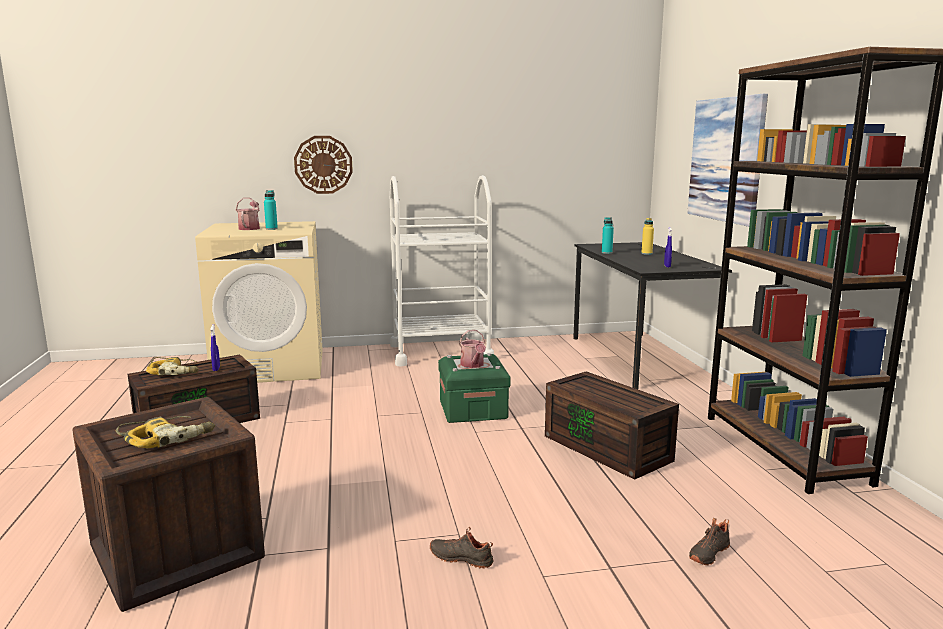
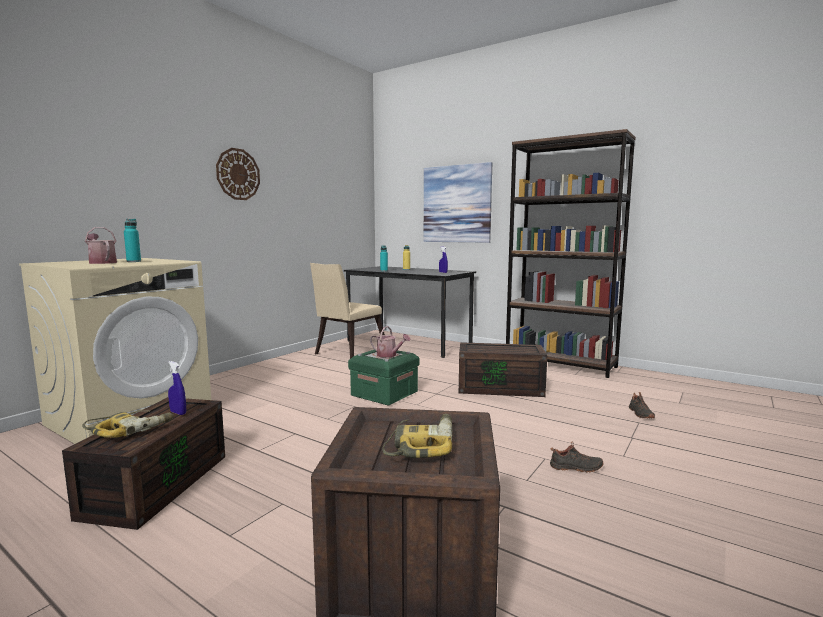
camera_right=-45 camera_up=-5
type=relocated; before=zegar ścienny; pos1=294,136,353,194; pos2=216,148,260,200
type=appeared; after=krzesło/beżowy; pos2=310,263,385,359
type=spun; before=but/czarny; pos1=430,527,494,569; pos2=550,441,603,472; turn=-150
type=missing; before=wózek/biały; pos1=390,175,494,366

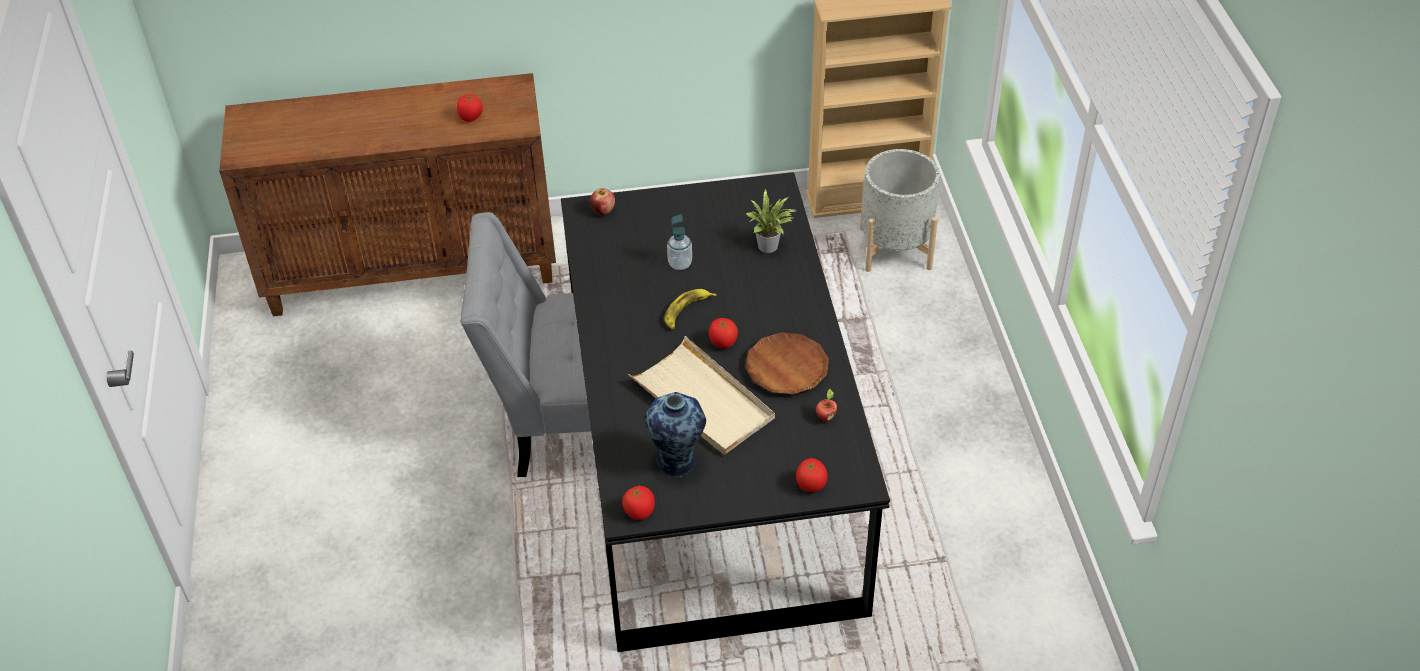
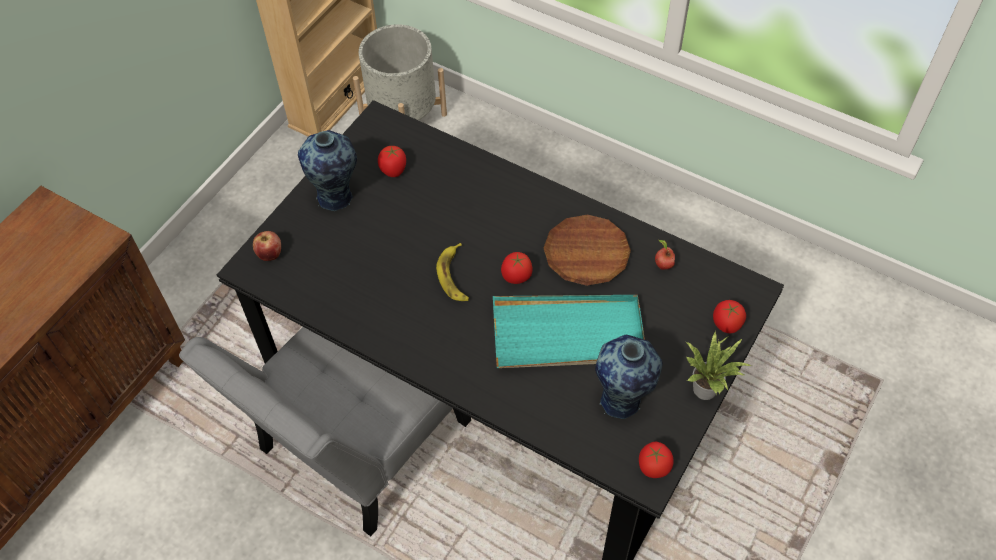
camera_right=-50 camera_up=10
type=appeared; after=wazon; pos2=298,130,357,211
type=relocated; before=pomidor; pos1=457,94,483,122; pos2=378,146,406,177
type=colour; before=taca/beżowy; after=taca/turkusowy; pos1=628,336,775,455; pos2=493,295,645,368
type=relocated; before=roślina doniczkowa; pos1=746,188,795,253; pos2=686,332,752,400
type=missing; before=dozownik mydła; pos1=667,214,692,270

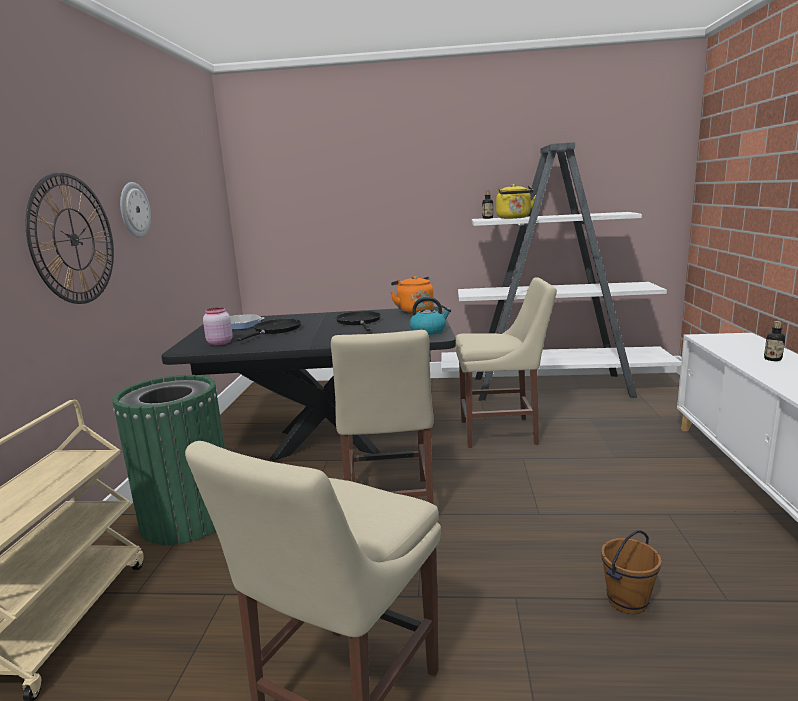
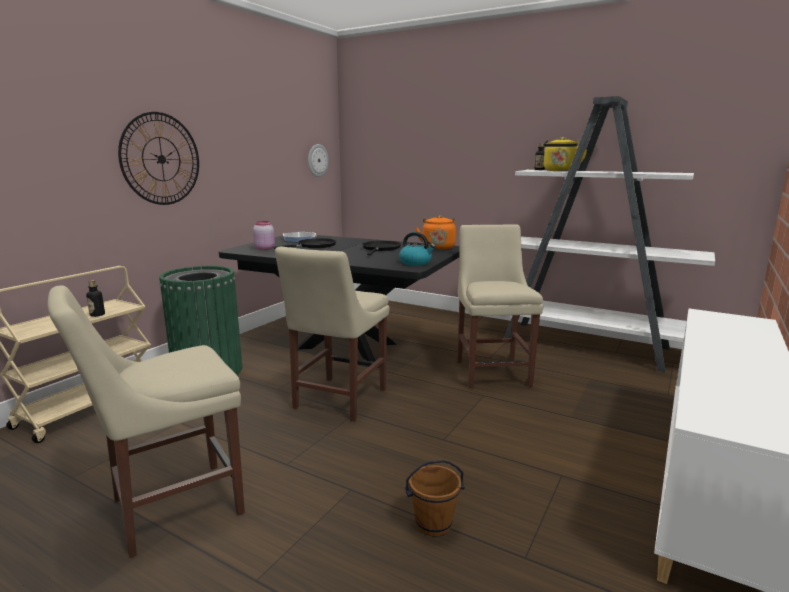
camera_right=25 camera_up=0
type=relocated; before=butelka; pos1=764,321,785,361; pos2=86,280,105,317
type=relocated; before=zegar ścienny; pos1=120,182,151,237; pos2=308,144,329,177
type=spun; before=krzesło/beżowy; pos1=455,277,557,448; pos2=457,224,543,389; turn=-120

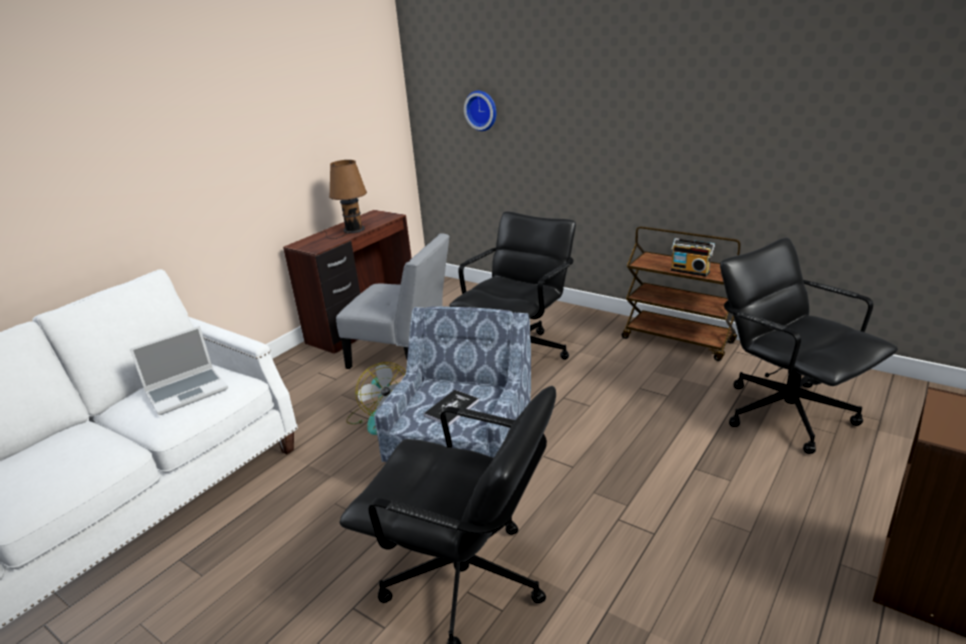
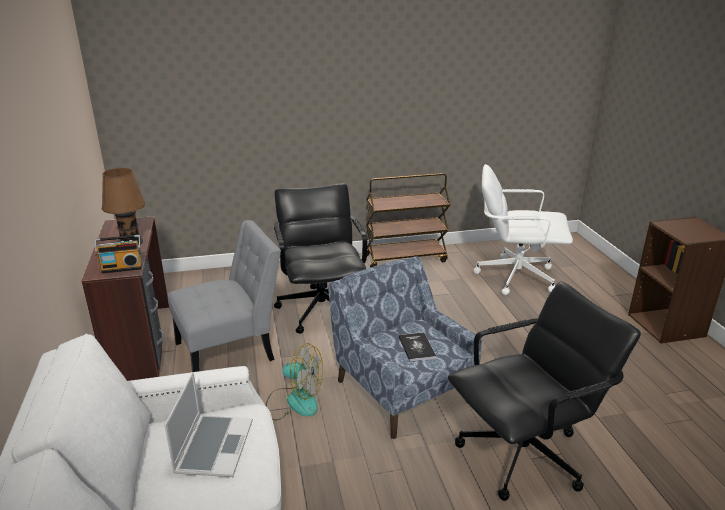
camera_right=-50 camera_up=0
type=relocated; before=radio; pos1=671,238,715,276; pos2=95,235,143,274
type=colour; before=krzesło biurowe/czarny; after=krzesło biurowe/biały; pos1=720,237,898,454; pos2=473,164,573,295
type=missing; before=zegar ścienny; pos1=464,91,496,131

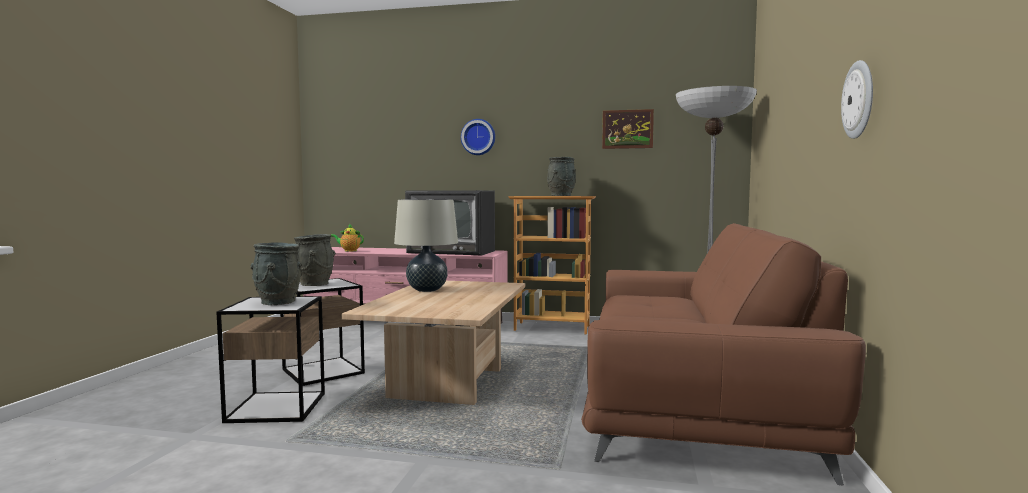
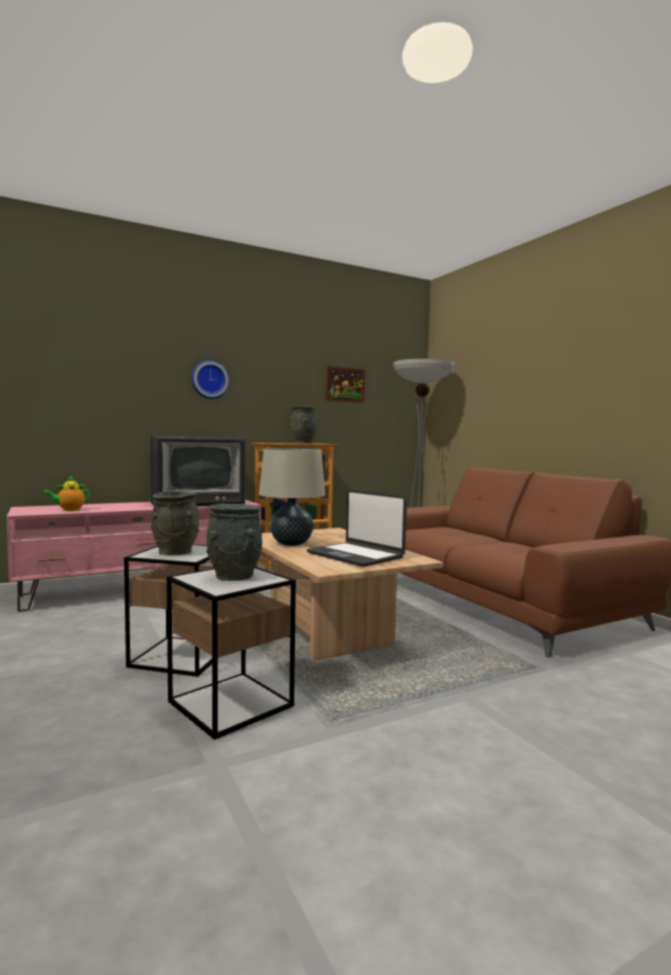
camera_right=-40 camera_up=0
type=appeared; after=laptop; pos2=307,489,407,567
type=missing; before=zegar ścienny; pos1=841,60,873,139

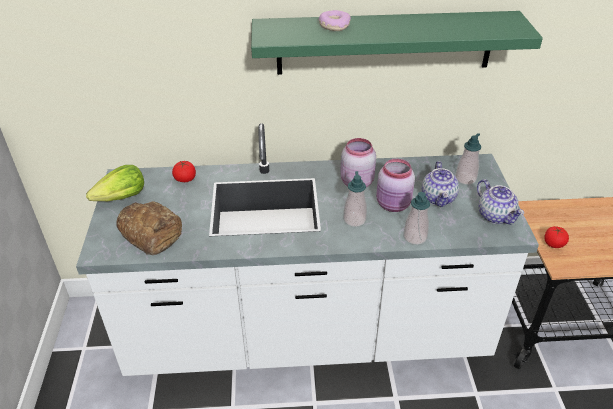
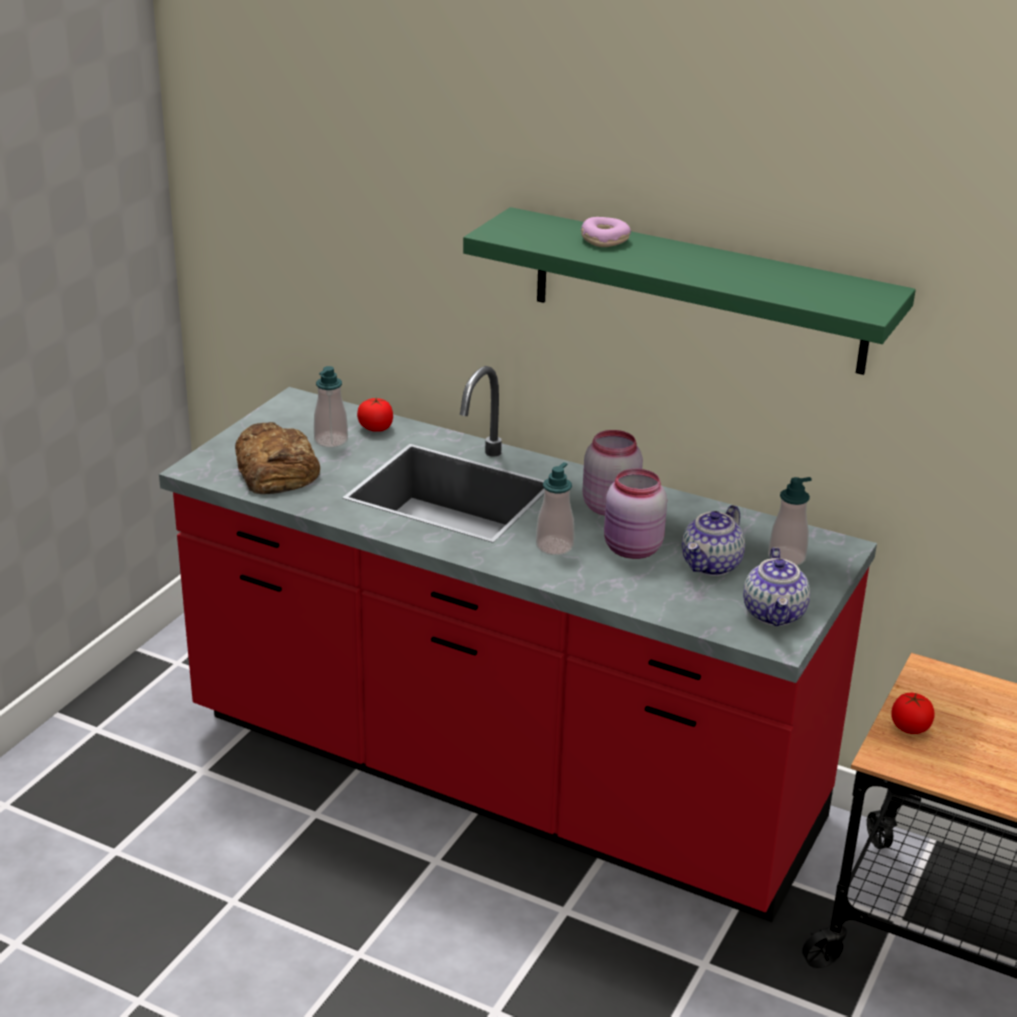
camera_right=30 camera_up=-10
type=colour; before=zabudowa kuchenna/biały; after=zabudowa kuchenna/czerwony; pos1=76,123,539,376; pos2=159,366,877,922
type=relocated; before=dozownik mydła; pos1=403,192,430,245; pos2=314,366,348,448
type=missing; before=sałata; pos1=86,165,144,201

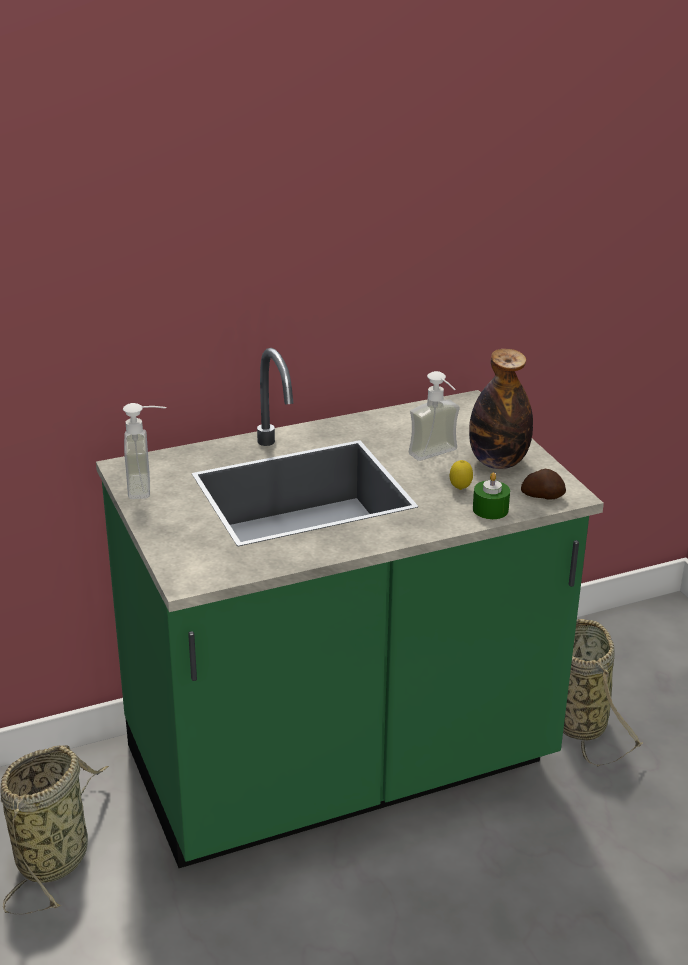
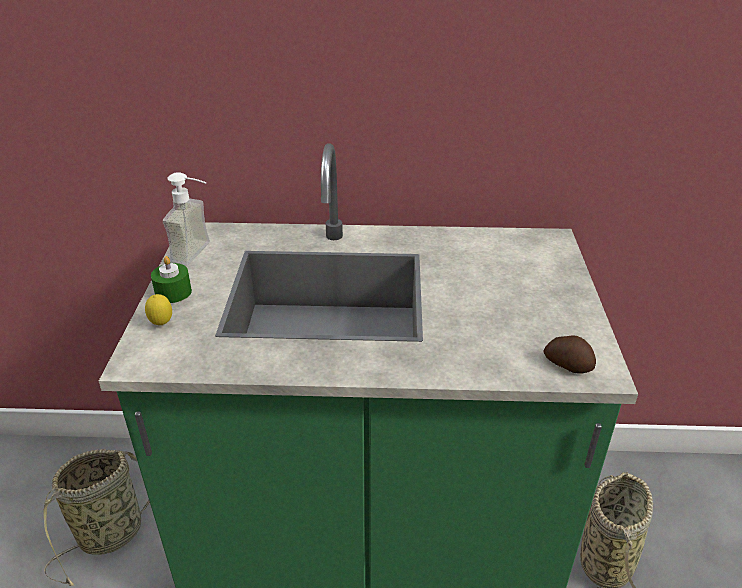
camera_right=25 camera_up=5
type=relocated; before=cytryna; pos1=450,460,473,490; pos2=145,294,172,325
type=relocated; before=świeca/zielony; pos1=473,472,510,519; pos2=151,256,192,303
type=missing; before=dozownik mydła; pos1=408,371,460,461
type=missing; before=butelka; pos1=469,349,533,469

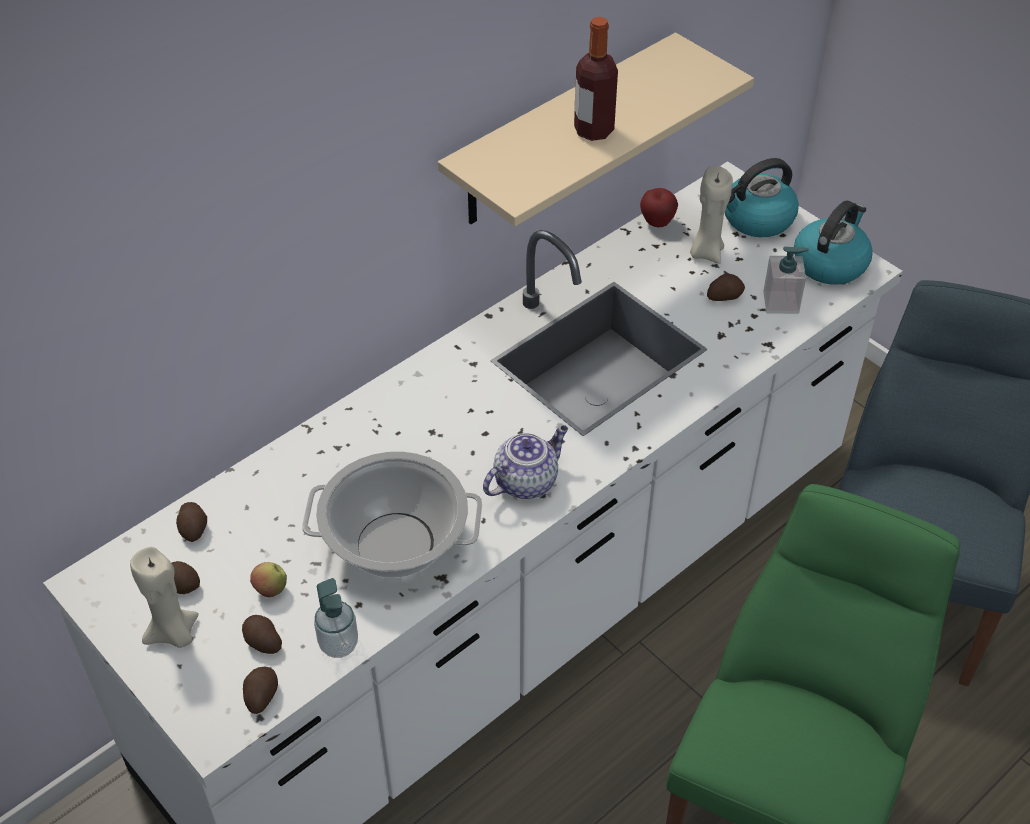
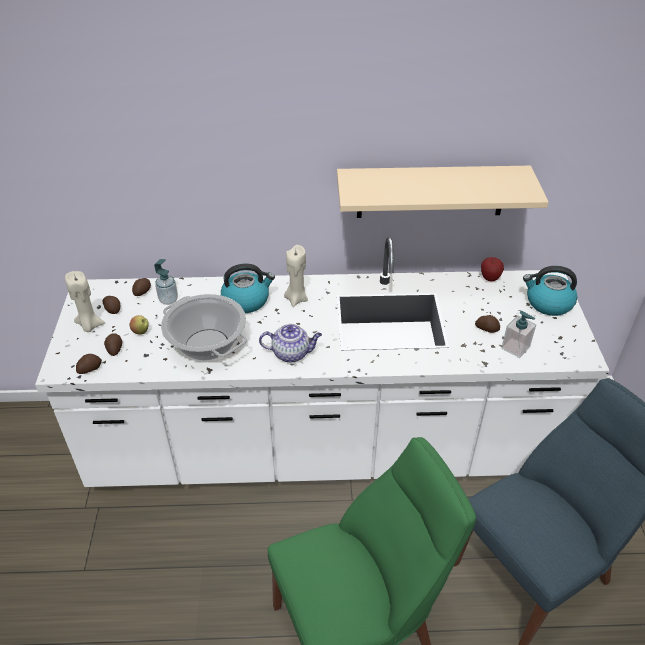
camera_right=40 camera_up=-5
type=relocated; before=dozownik mydła; pos1=314,578,358,658; pos2=154,259,178,305
type=relocated; before=czajnik; pos1=794,200,873,284; pos2=221,263,275,313
type=relocated; before=świeca/beżowy; pos1=690,166,733,264; pos2=284,245,308,307
type=missing; before=butelka; pos1=574,17,618,141

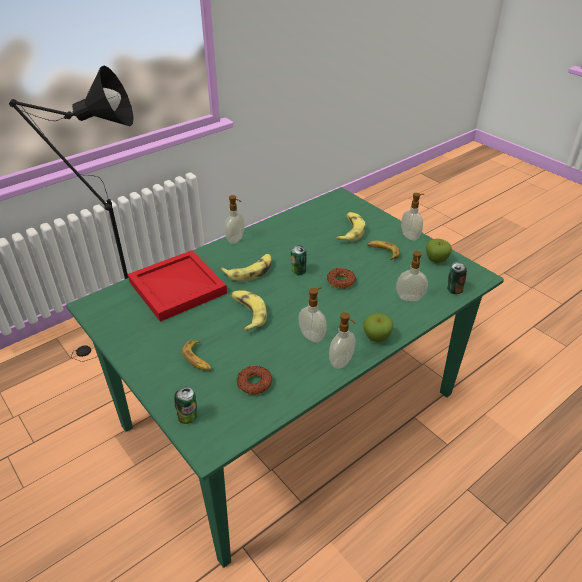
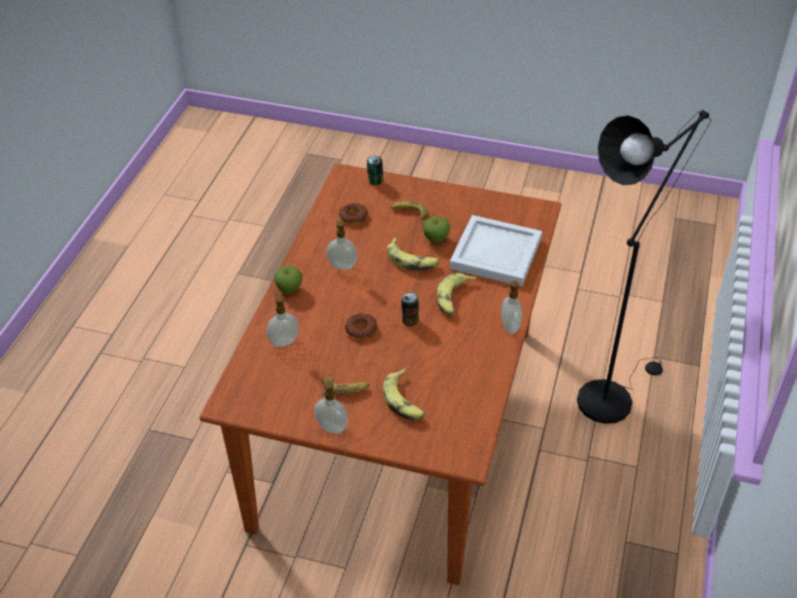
camera_right=145 camera_up=5
type=colour; before=stół jadalny/zielony; after=stół jadalny/brązowy; pos1=66,187,504,568; pos2=200,163,561,585
type=relocated; before=jabłko; pos1=425,239,452,263; pos2=423,217,450,243
type=colour; before=taca/czerwony; after=taca/biały; pos1=128,250,227,322; pos2=449,215,542,286
type=missing; before=dozownik mydła; pos1=329,312,356,369
type=missing; before=puszka; pos1=447,262,467,294

